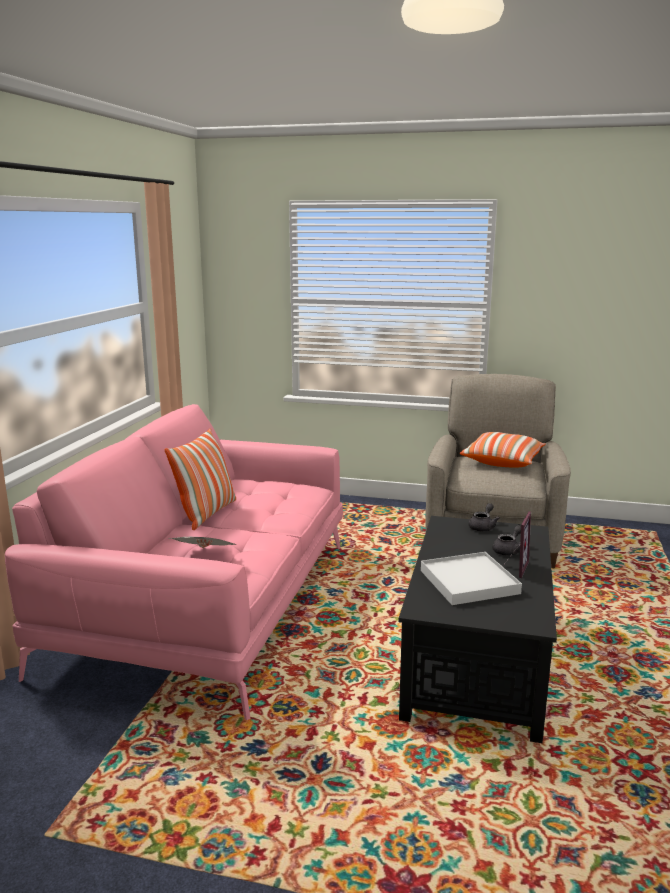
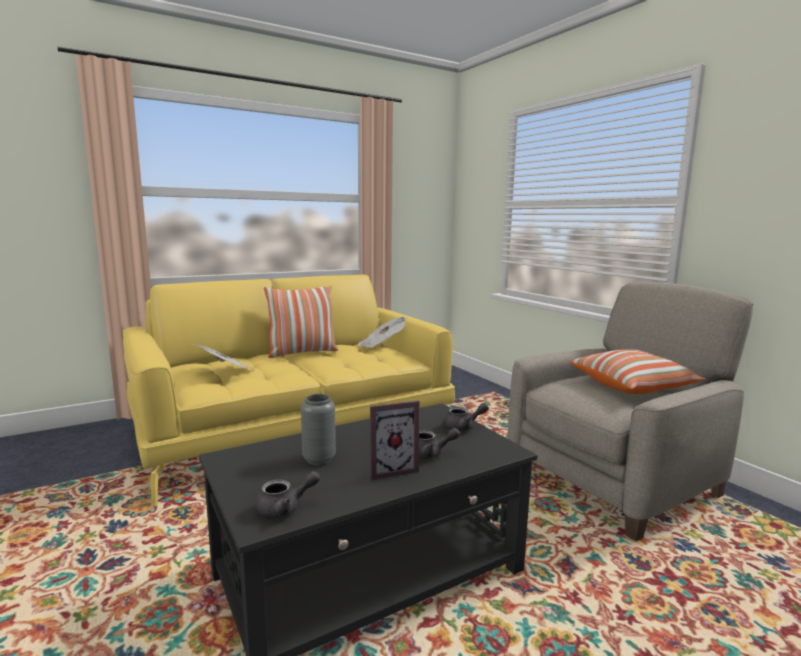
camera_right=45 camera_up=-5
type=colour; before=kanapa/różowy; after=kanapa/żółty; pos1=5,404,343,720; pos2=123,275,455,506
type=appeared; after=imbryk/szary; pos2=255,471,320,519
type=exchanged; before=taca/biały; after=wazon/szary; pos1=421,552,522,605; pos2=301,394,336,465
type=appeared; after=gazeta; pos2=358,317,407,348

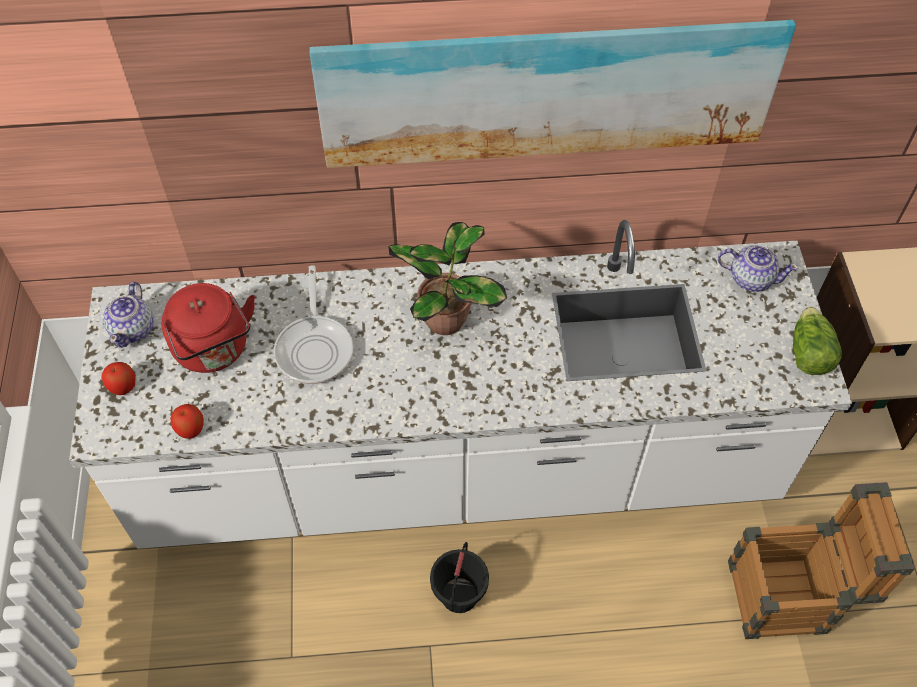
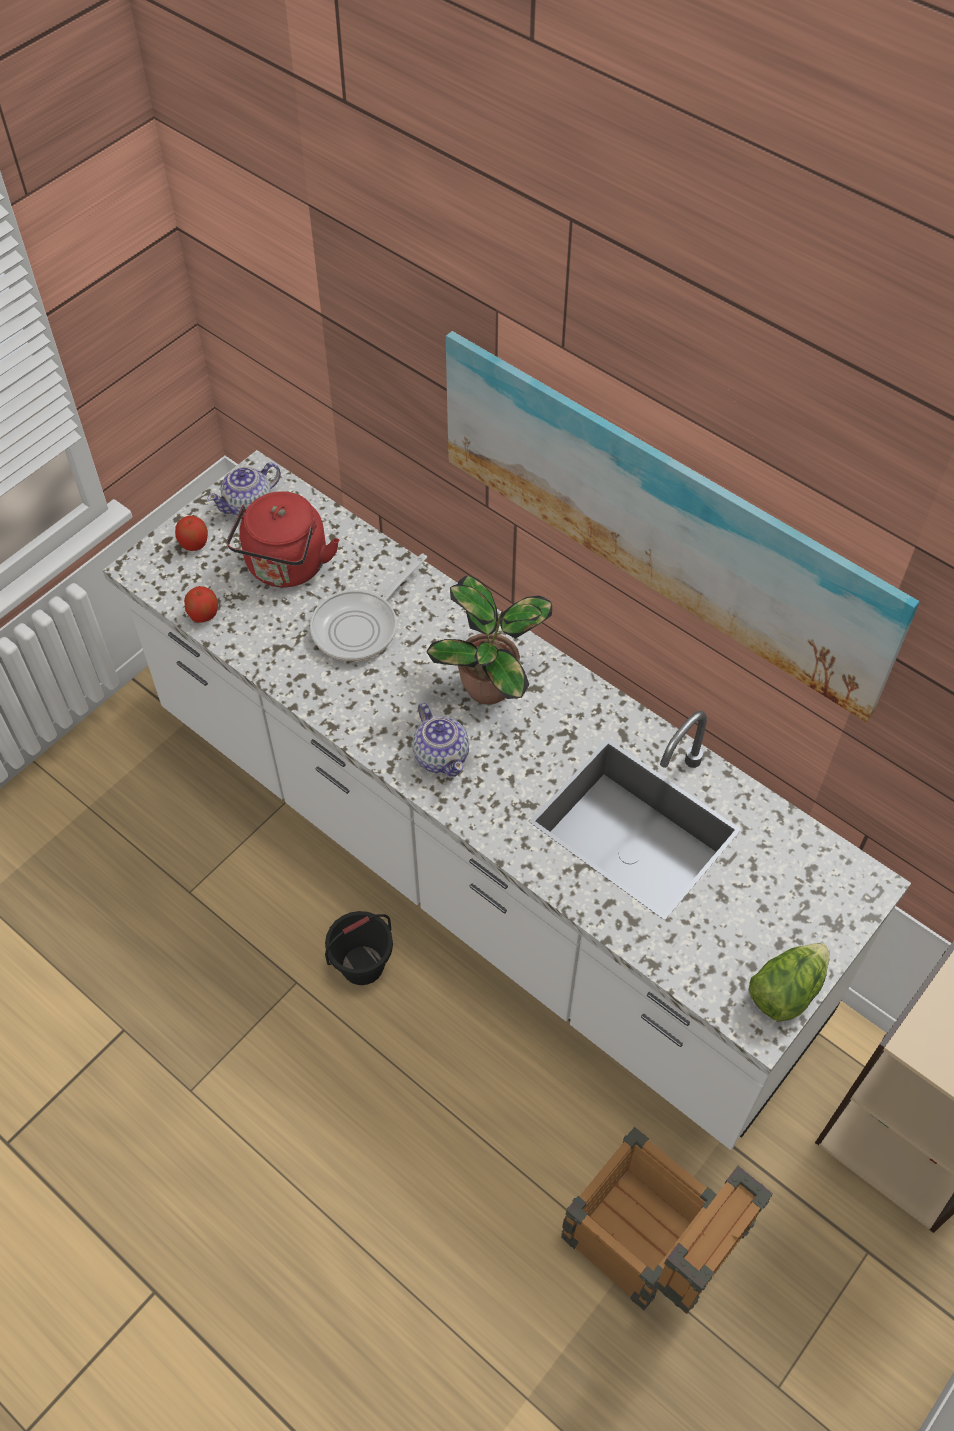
camera_right=45 camera_up=0
type=relocated; before=imbryk; pos1=718,245,798,292; pos2=412,703,469,777

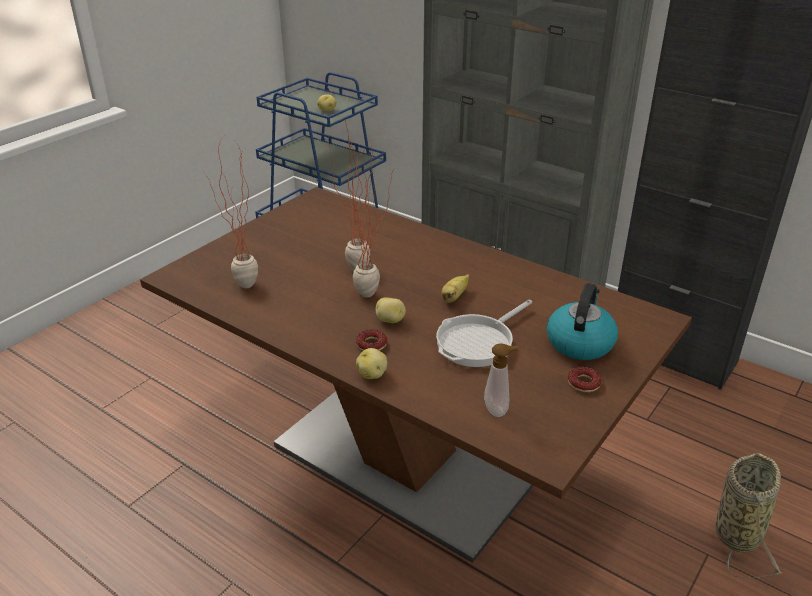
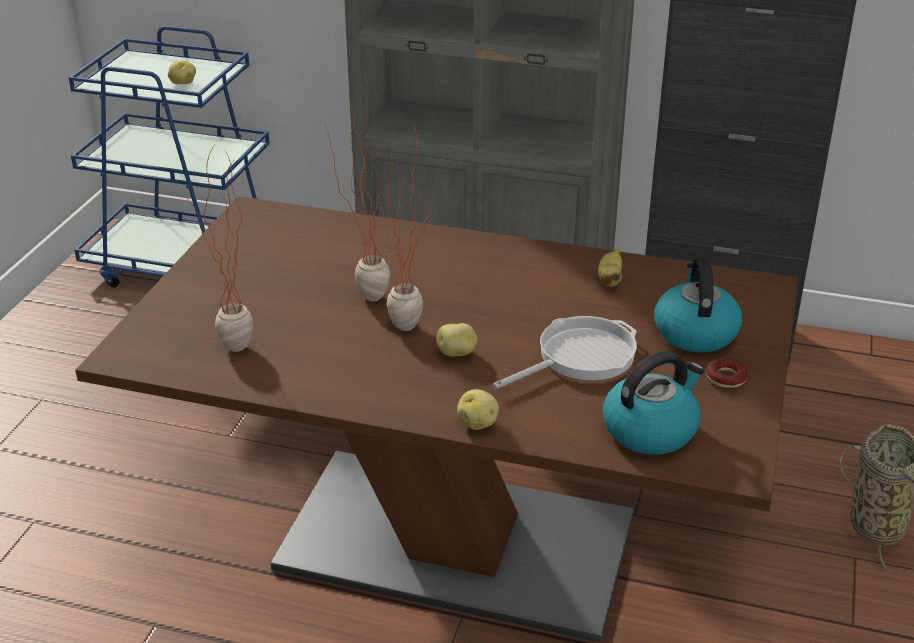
camera_right=-20 camera_up=0
type=spun; before=patelnia; pos1=436,300,532,367; pos2=492,316,637,389; turn=-150
type=relocated; before=banan; pos1=441,274,470,303; pos2=598,249,622,287
type=exchanged; before=dozownik mydła; after=czajnik; pos1=484,344,519,417; pos2=603,351,704,455
type=missing; before=donut; pos1=356,329,387,351

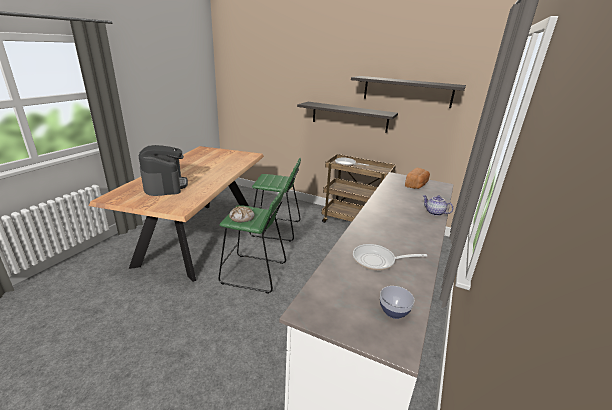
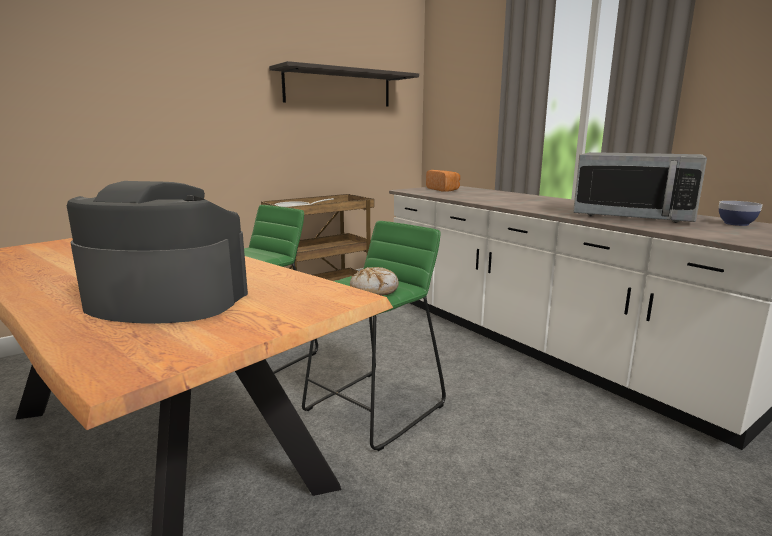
camera_right=-60 camera_up=-10
type=exchanged; before=patelnia; after=mikrofalówka; pos1=353,244,427,271; pos2=573,152,707,223
type=missing; before=półka; pos1=297,102,398,133
type=missing; before=imbryk; pos1=422,195,453,216

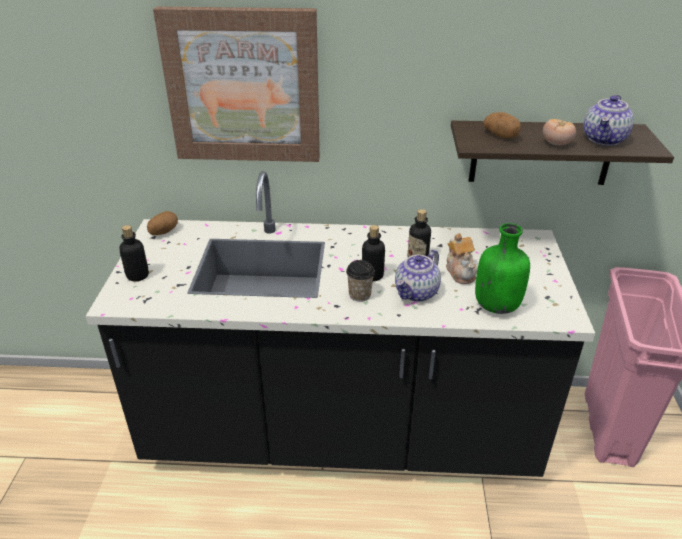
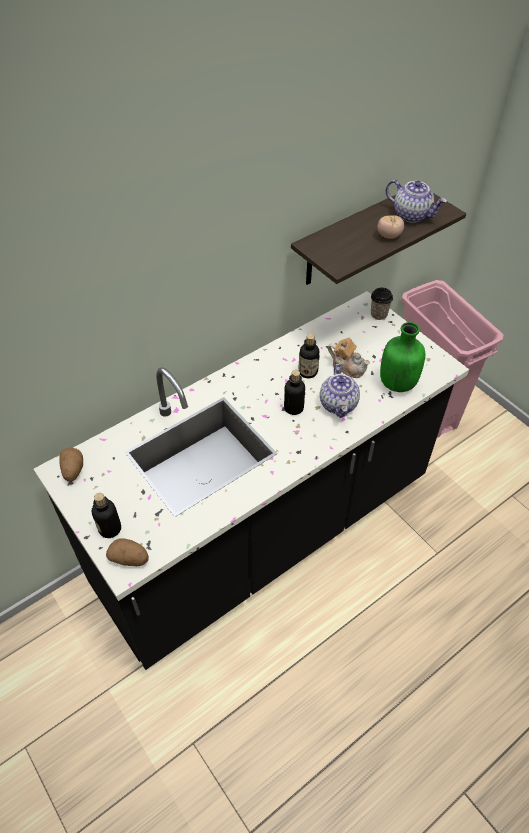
camera_right=-40 camera_up=15
type=relocated; before=ziemniak; pos1=483,112,521,139; pos2=106,538,149,566
type=relocated; before=filiżanka; pos1=346,260,375,302; pos2=371,288,393,320
type=spun; before=imbryk; pos1=583,95,634,146; pos2=386,180,447,223; turn=-45
type=missing; before=obraz; pos1=153,6,320,162

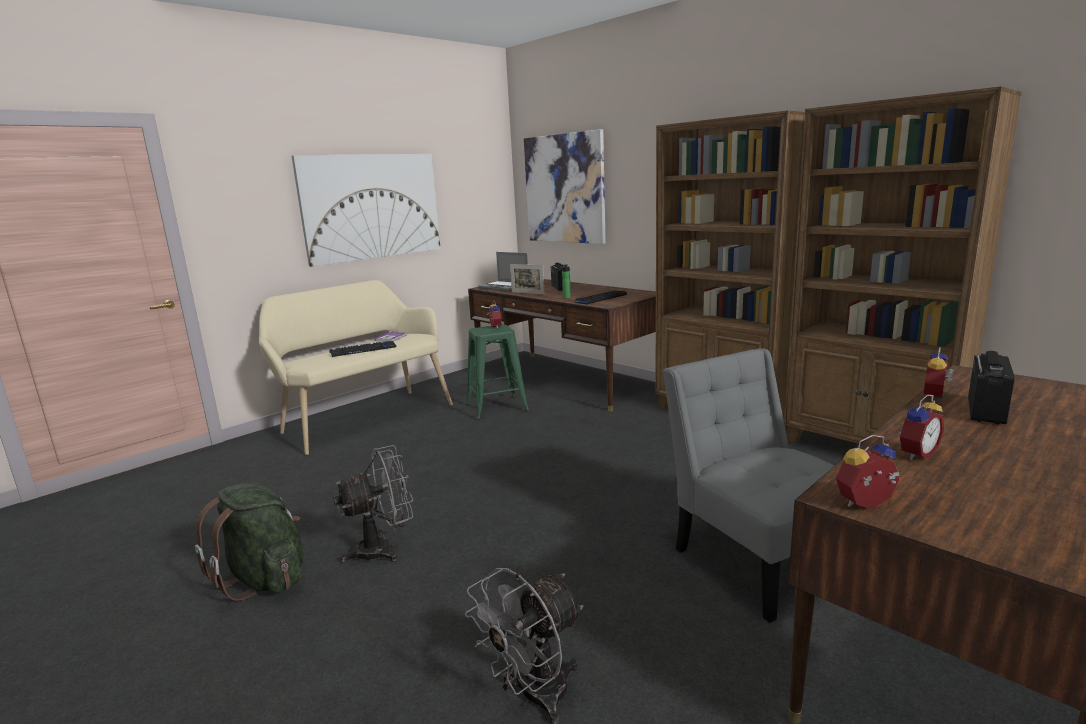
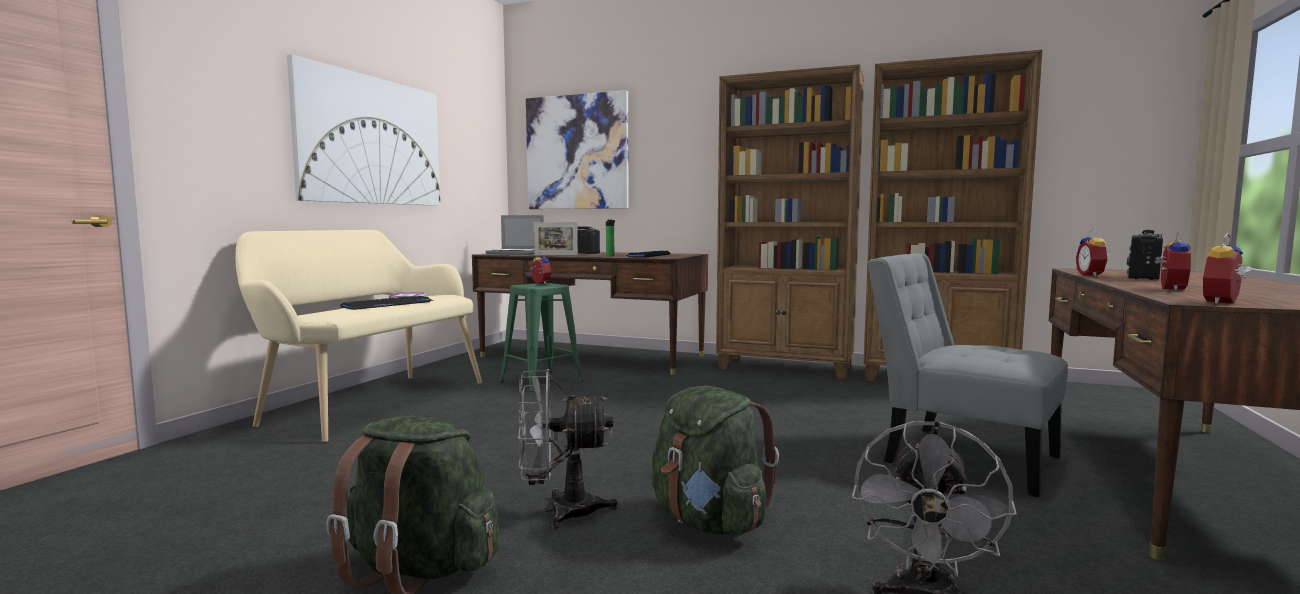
camera_right=-25 camera_up=-10
type=spun; before=wentylator/szary; pos1=333,445,413,563; pos2=517,369,618,529; turn=-135
type=appeared; after=plecak/zielony; pos2=652,386,779,535
type=spun; before=radio; pos1=968,351,1015,424; pos2=1127,230,1163,280; turn=-150

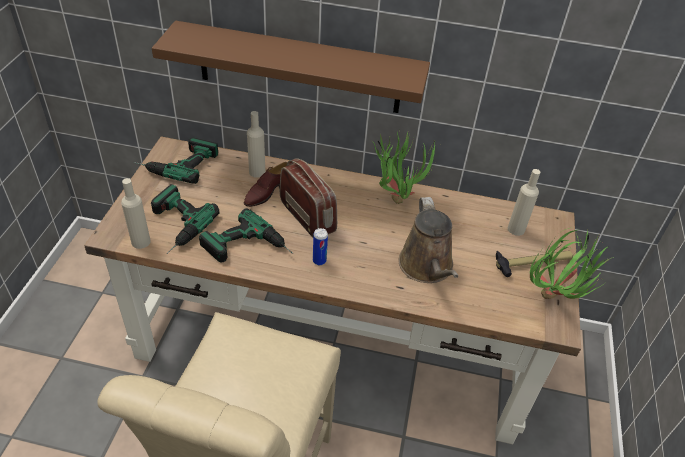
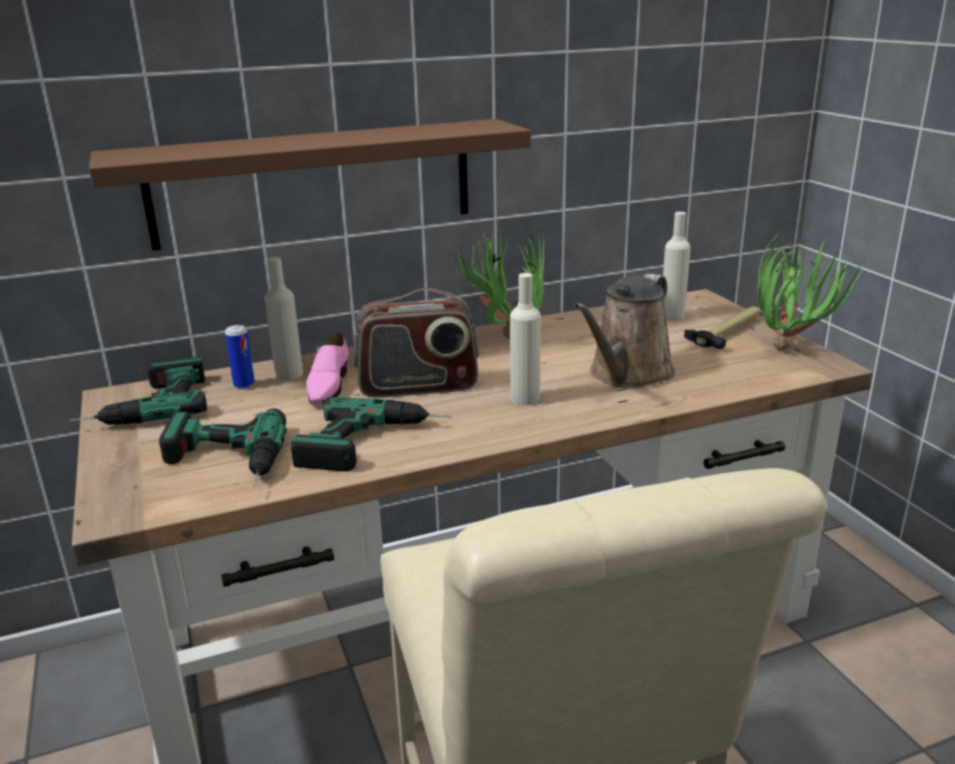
camera_right=-30 camera_up=-20
type=relocated; before=puszka; pos1=313,228,328,265; pos2=225,325,255,389
type=colour; before=but/brązowy; after=but/różowy; pos1=244,162,287,207; pos2=306,333,348,405
type=spun; before=radio; pos1=280,158,337,237; pos2=354,288,479,398; turn=150
type=relocated; before=butelka/beżowy; pos1=121,178,151,249; pos2=510,273,541,405
type=spun; before=konewka/brązowy; pos1=398,197,458,283; pos2=574,274,675,388; turn=75

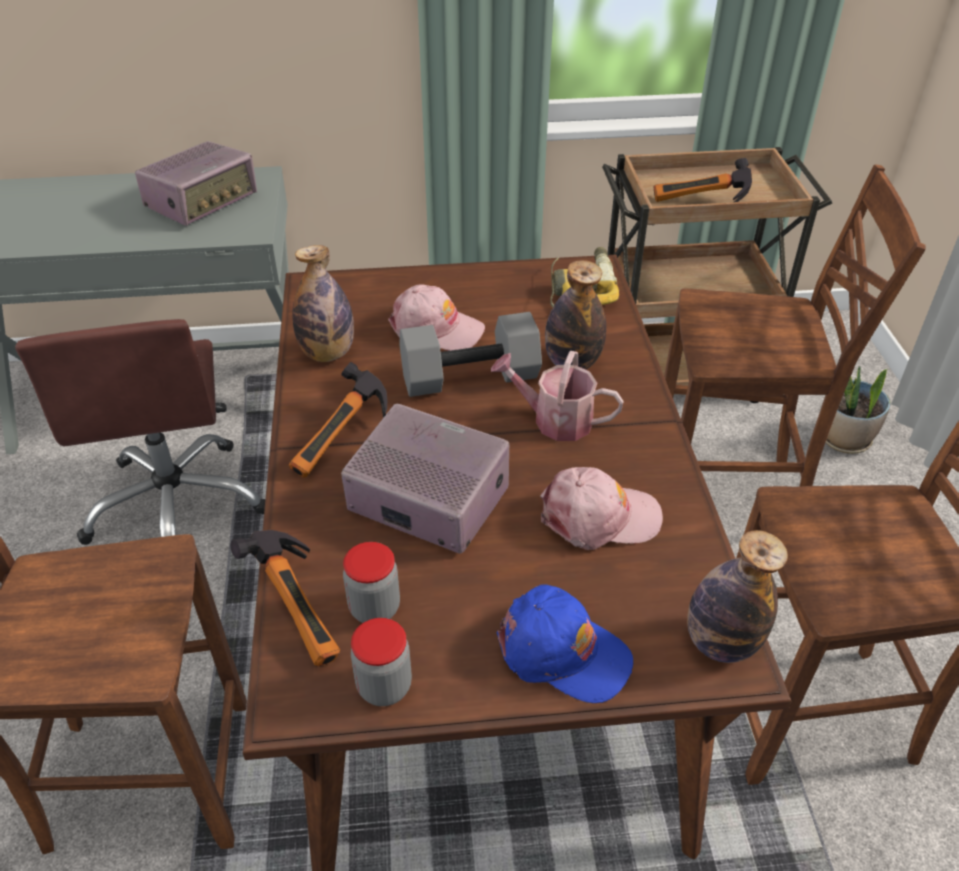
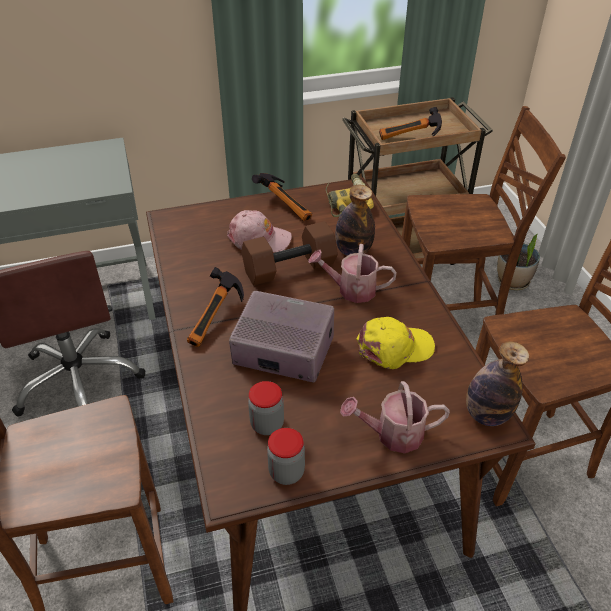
camera_right=-10 camera_up=0
type=colour; before=hantel/szary; after=hantel/brązowy; pos1=399,312,542,397; pos2=241,221,338,286
type=relocated; before=młotek; pos1=230,530,340,666; pos2=252,173,312,221
type=exchanged; before=czapka z daszkiem/niebieski; after=konewka; pos1=497,584,633,703; pos2=340,381,450,453
type=colour; before=czapka z daszkiem/różowy; after=czapka z daszkiem/żółty; pos1=540,467,663,550; pos2=356,317,435,369
type=missing; before=radio; pos1=135,141,257,226
type=missing; before=butelka; pos1=292,245,354,362

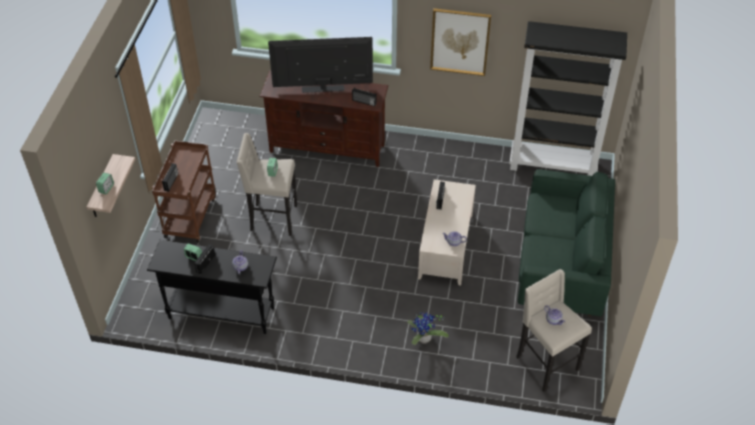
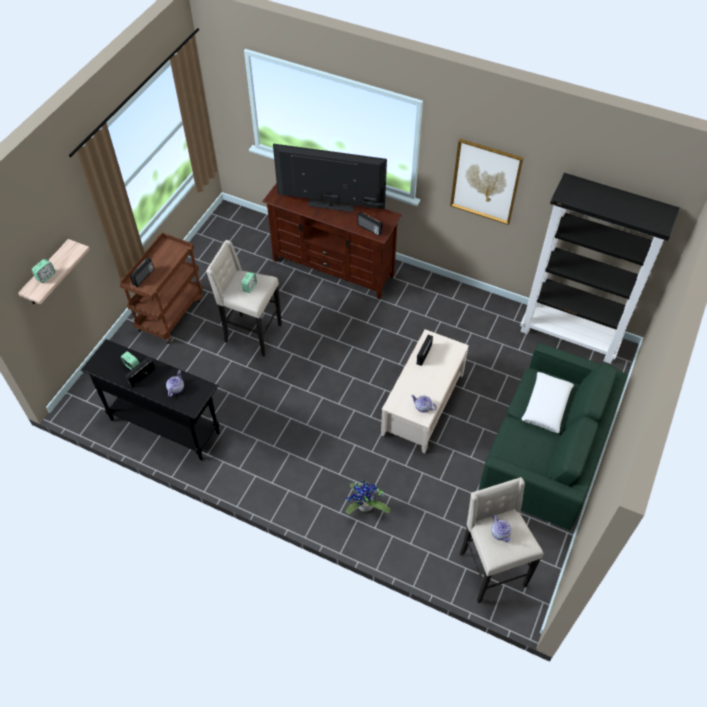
camera_right=15 camera_up=5
type=appeared; after=poduszka/biały; pos2=522,372,574,433

